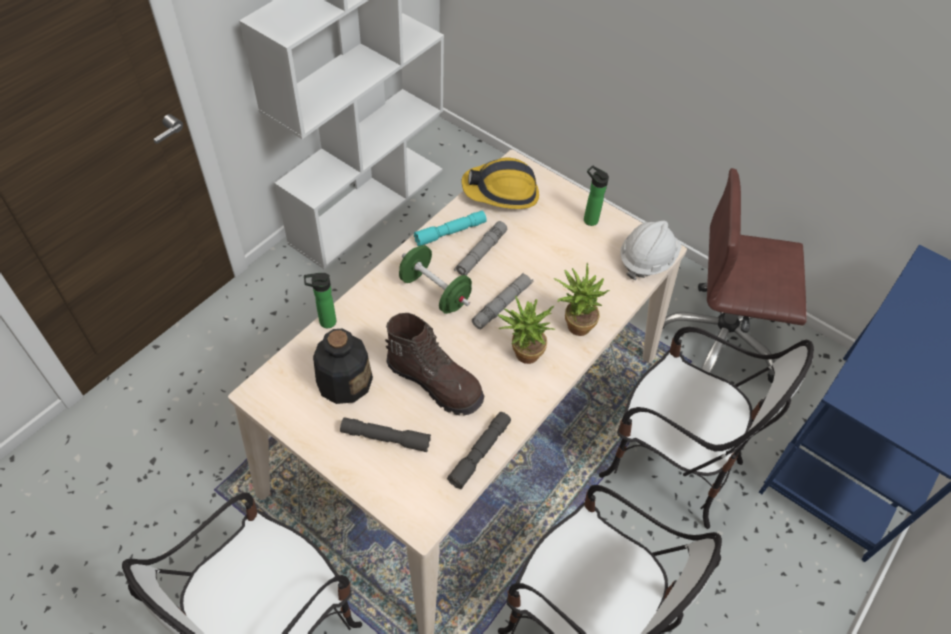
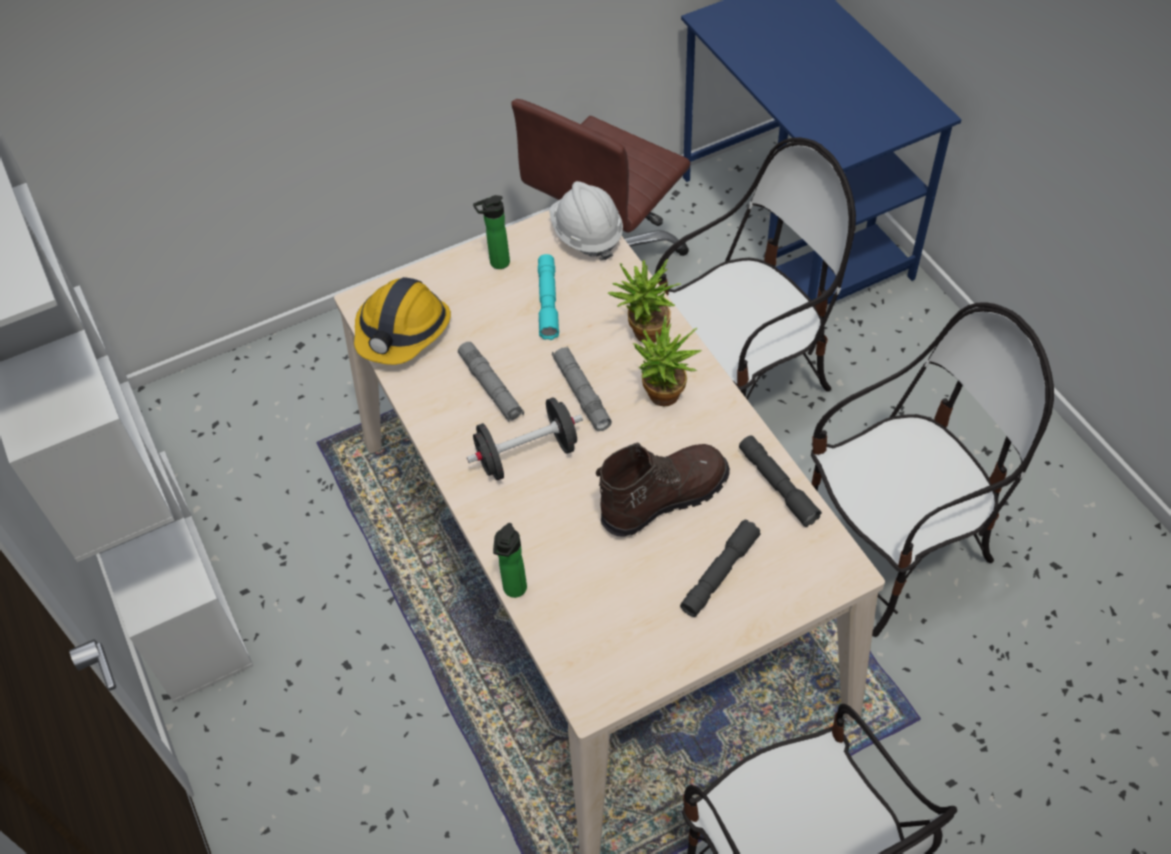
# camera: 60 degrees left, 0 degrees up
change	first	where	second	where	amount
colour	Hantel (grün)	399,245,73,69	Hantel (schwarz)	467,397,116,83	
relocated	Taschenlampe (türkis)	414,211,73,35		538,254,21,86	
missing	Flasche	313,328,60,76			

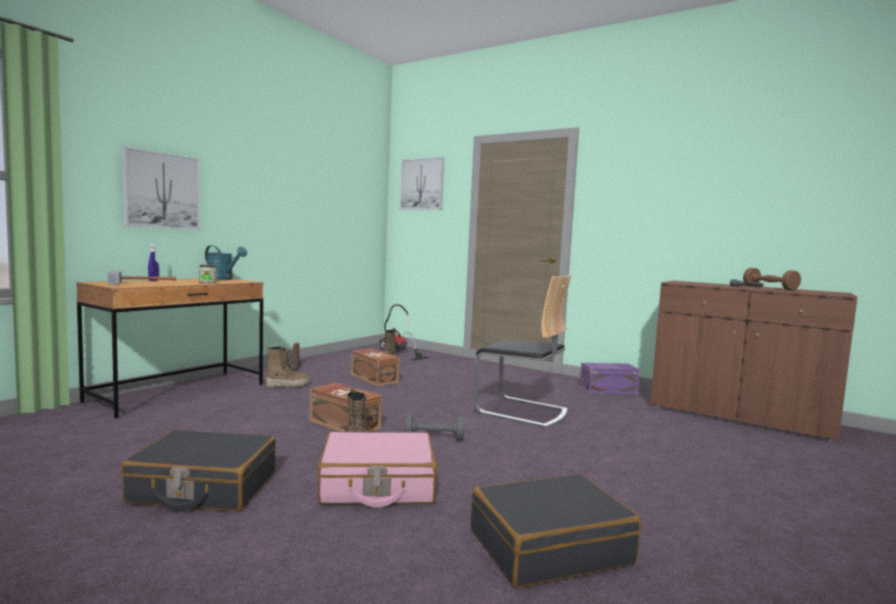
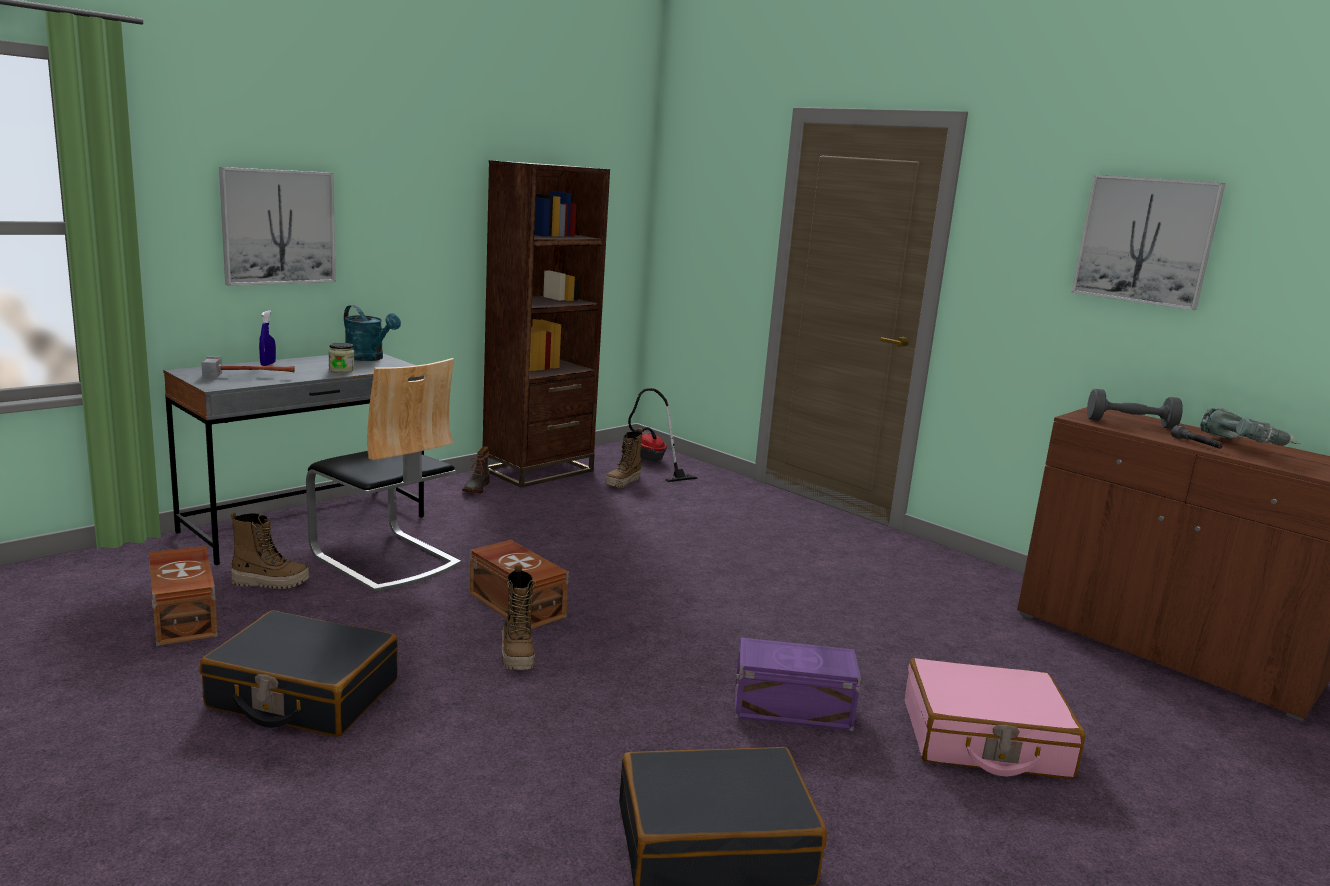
# camera: 10 degrees right, 10 degrees up
change	first	where	second	where	amount
relocated	Aufbewahrungsbox (braun)	351,349,49,37		149,546,69,100	
colour	Schreibtisch (braun)	76,279,188,140	Schreibtisch (grau)	163,354,261,211	
relocated	Stiefel	266,346,43,41		231,512,79,77	
relocated	Stuhl	473,274,99,154		306,358,155,234	
appeared			Bücherregal (braun)	483,160,127,328	
relocated	Aufbewahrungsbox (lila)	579,363,61,31		735,638,126,93	
relocated	Koffer (rosa)	317,432,120,75		905,658,180,121	
relocated	Bild	400,157,44,53		1071,175,155,135	
relocated	Hantel (grau)	404,414,60,27		1087,389,96,40	
exchanged	Hantel (braun)	743,268,58,23	Bohrmaschine	1200,408,100,38	

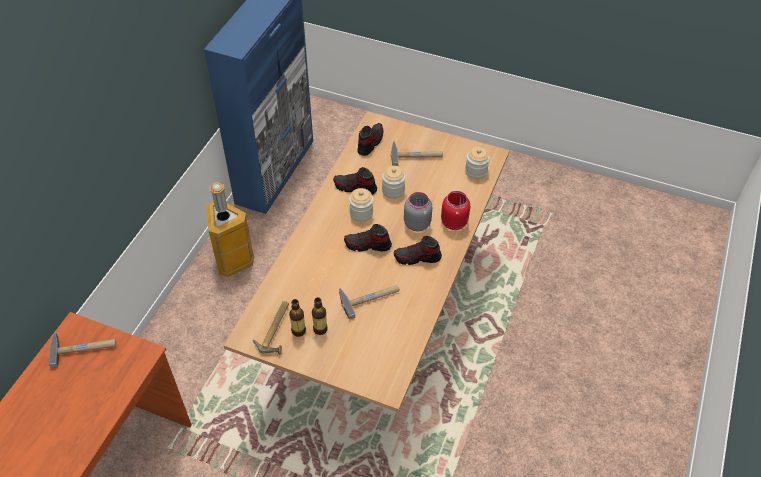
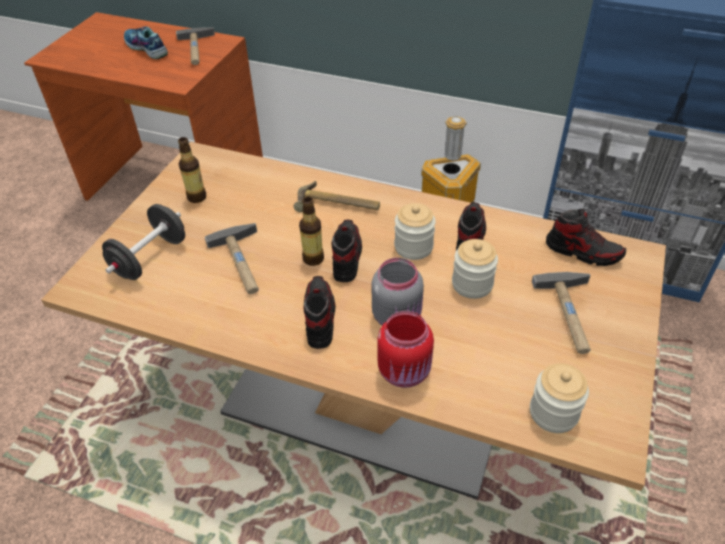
# camera: 90 degrees right, 5 degrees down
change	first	where	second	where	amount
appeared			Hantel (schwarz)	102,204,83,76	
appeared			Schuh	124,26,44,33	
relocated	Hammer	253,301,36,54		294,181,86,31	
relocated	Flasche	312,297,16,38		299,197,25,69	

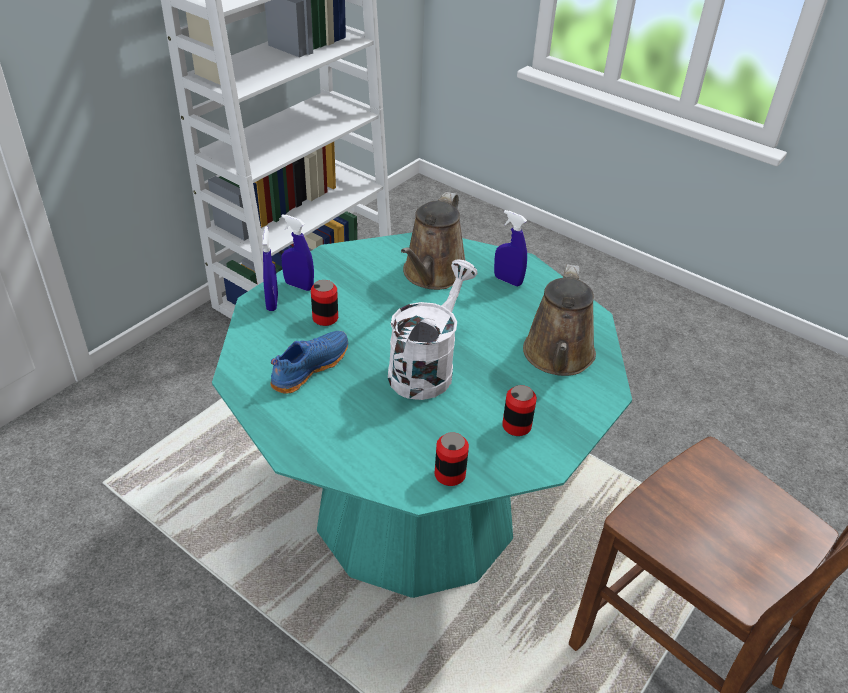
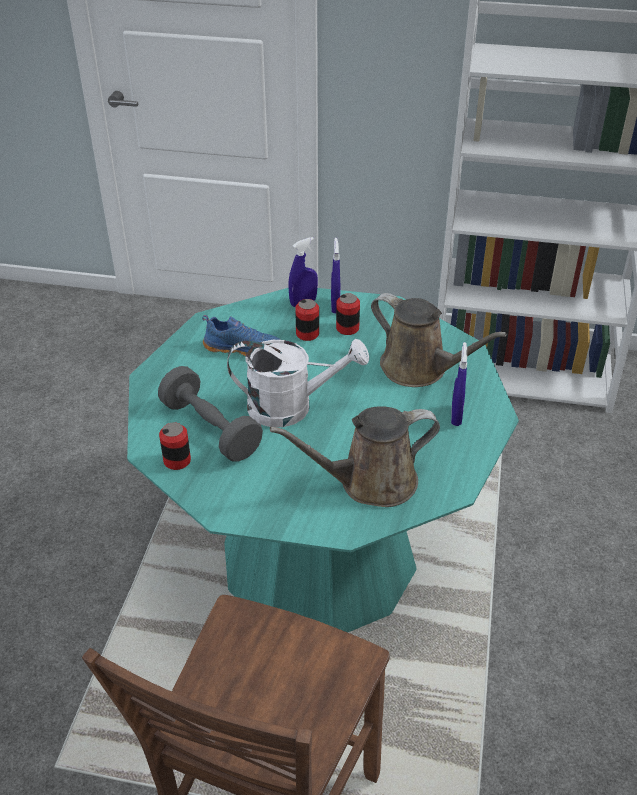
# camera: 65 degrees right, 0 degrees up
change	first	where	second	where	amount
appeared			Hantel (grau)	158,366,105,96	
relocated	Dose	502,385,35,51		336,293,24,42	
spun	Gießkanne (braun)	401,192,64,98		371,293,137,94	135 degrees counterclockwise

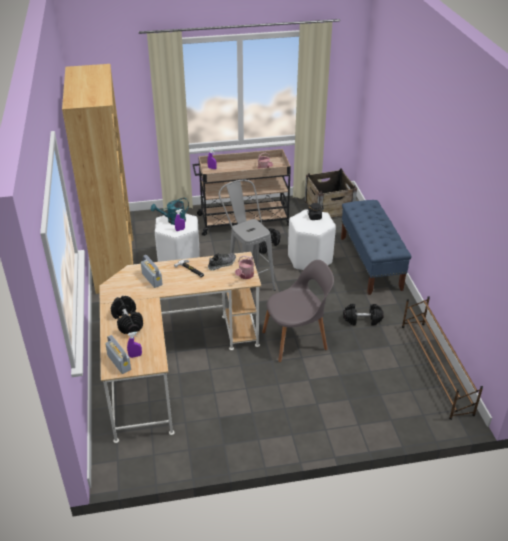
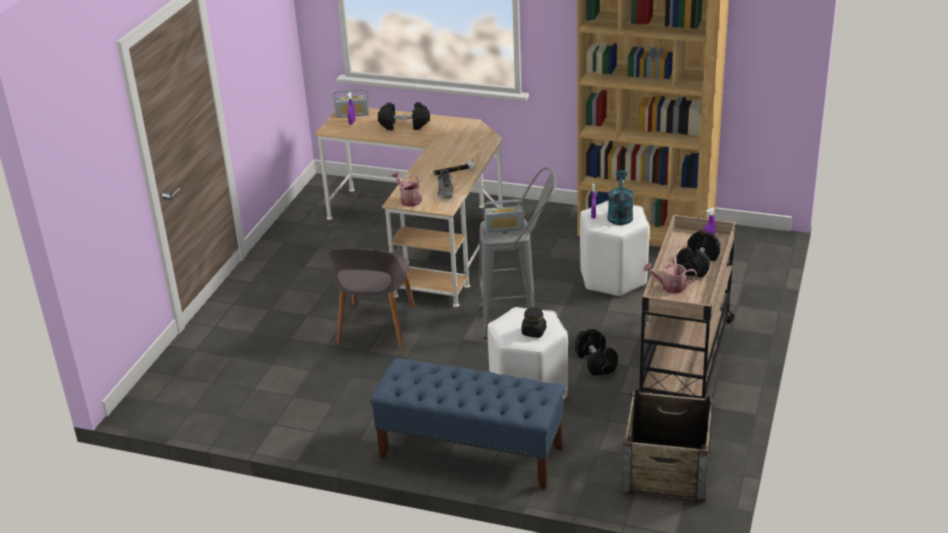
# camera: 120 degrees right, 5 degrees down
change	first	where	second	where	amount
relocated	Radio	141,255,22,33		484,199,41,33	
relocated	Hantel (schwarz)	343,304,41,22		677,230,43,48	
missing	Schuhregal (braun)	402,296,81,124			

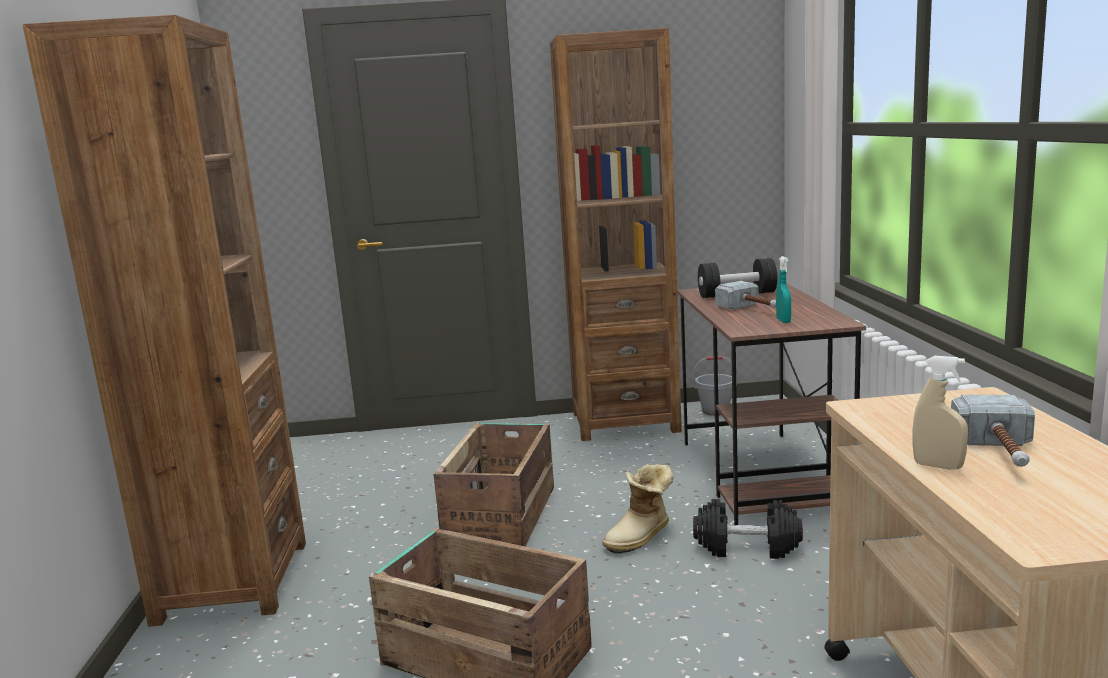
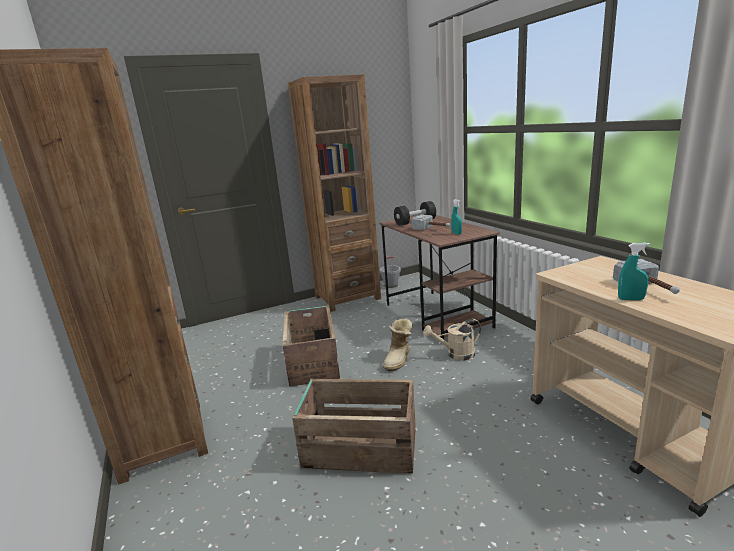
# camera: 20 degrees left, 5 degrees up
change	first	where	second	where	amount
exchanged	Hantel (schwarz)	693,499,110,60	Gießkanne (beige)	423,319,58,41	
colour	Sprühflasche (beige)	913,356,55,114	Sprühflasche (türkis)	618,243,32,57	

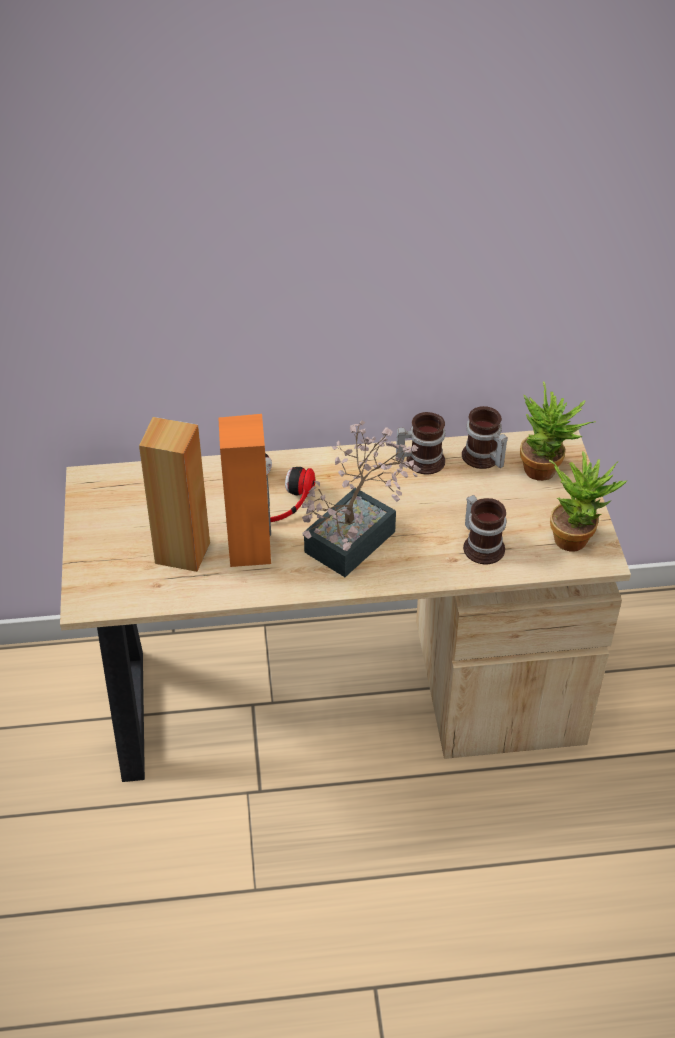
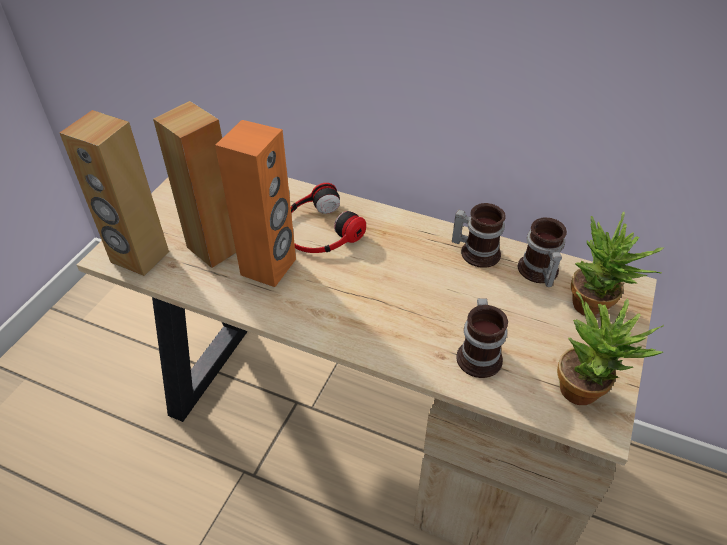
# camera: 30 degrees right, 0 degrees up
change	first	where	second	where	amount
appeared			Lautsprecher (braun)	60,110,109,166	
missing	Topfpflanze	302,421,119,156			

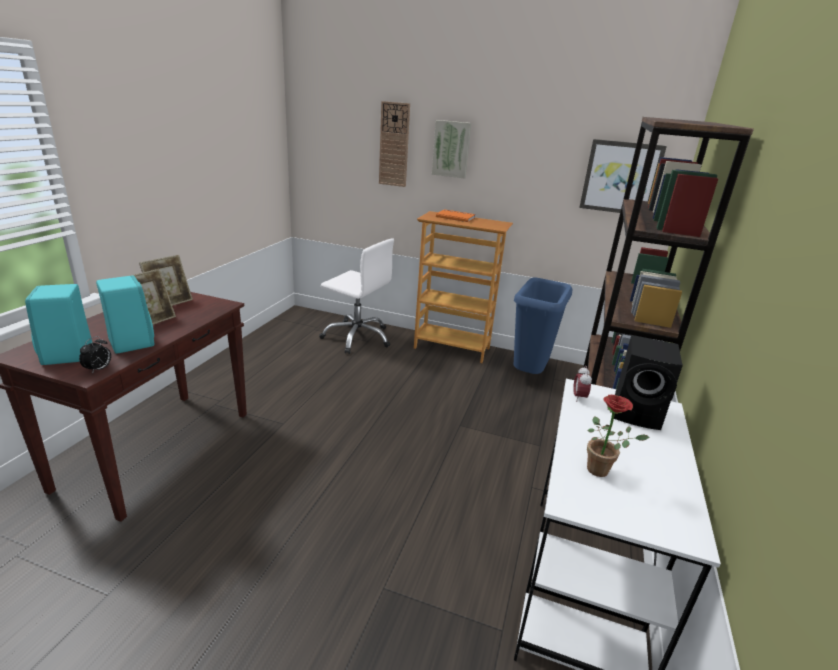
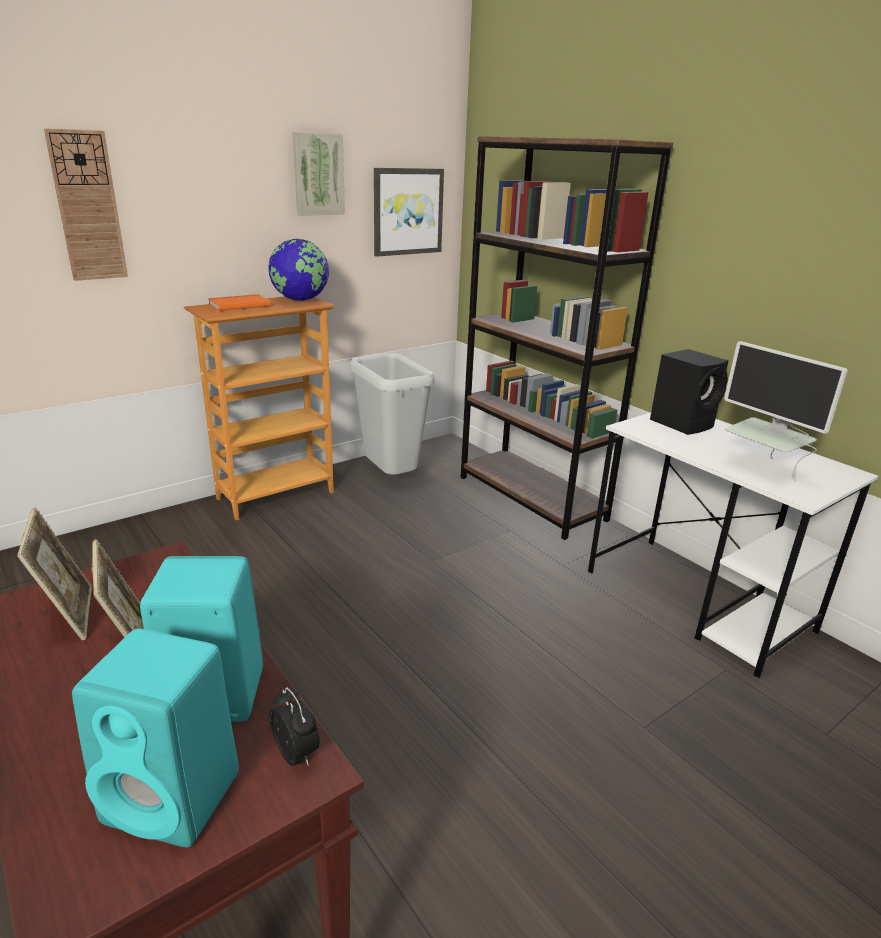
# camera: 55 degrees left, 0 degrees up
change	first	where	second	where	amount
appeared			Globus	268,239,61,62	
relocated	Bild	432,120,39,59		293,132,52,84	
colour	Mülleimer (blau)	514,278,59,96	Mülleimer (grau)	350,353,85,122	
exchanged	Topfpflanze	587,395,63,82	Monitor	724,341,124,140	
missing	Bürostuhl (weiß)	319,238,75,116			
missing	Wecker	573,366,19,36			

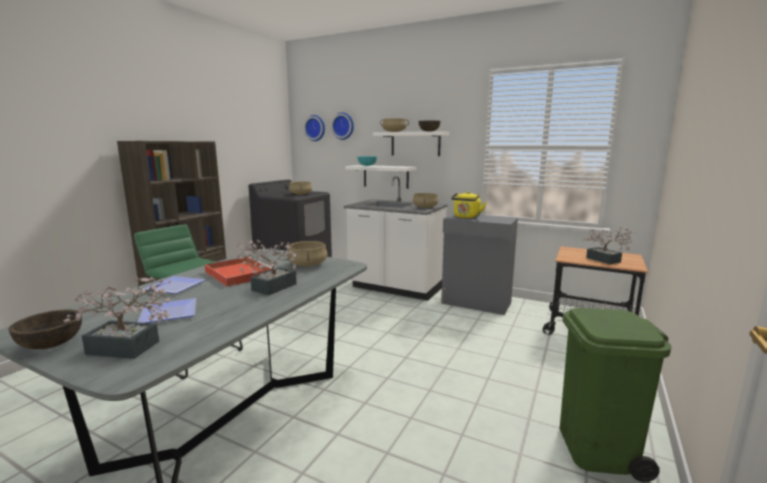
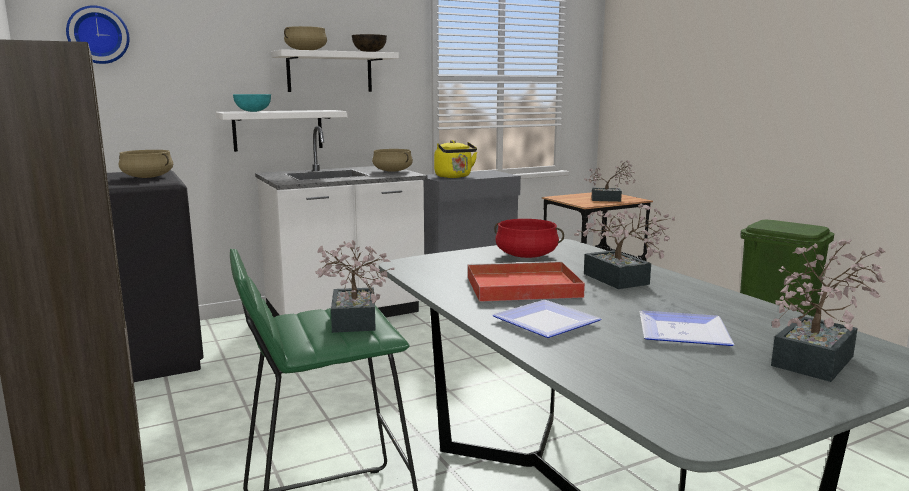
# camera: 55 degrees left, 0 degrees up
change	first	where	second	where	amount
appeared			Topfpflanze	315,240,79,93	
colour	Kochtopf (beige)	287,241,41,25	Kochtopf (rot)	494,219,70,39	
missing	Schüssel (braun)	8,309,74,40			
missing	Wanduhr	331,112,23,28			

